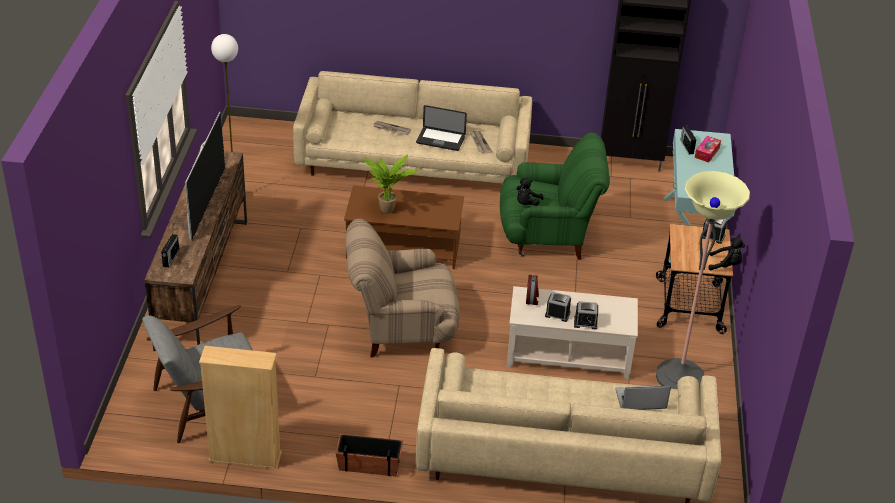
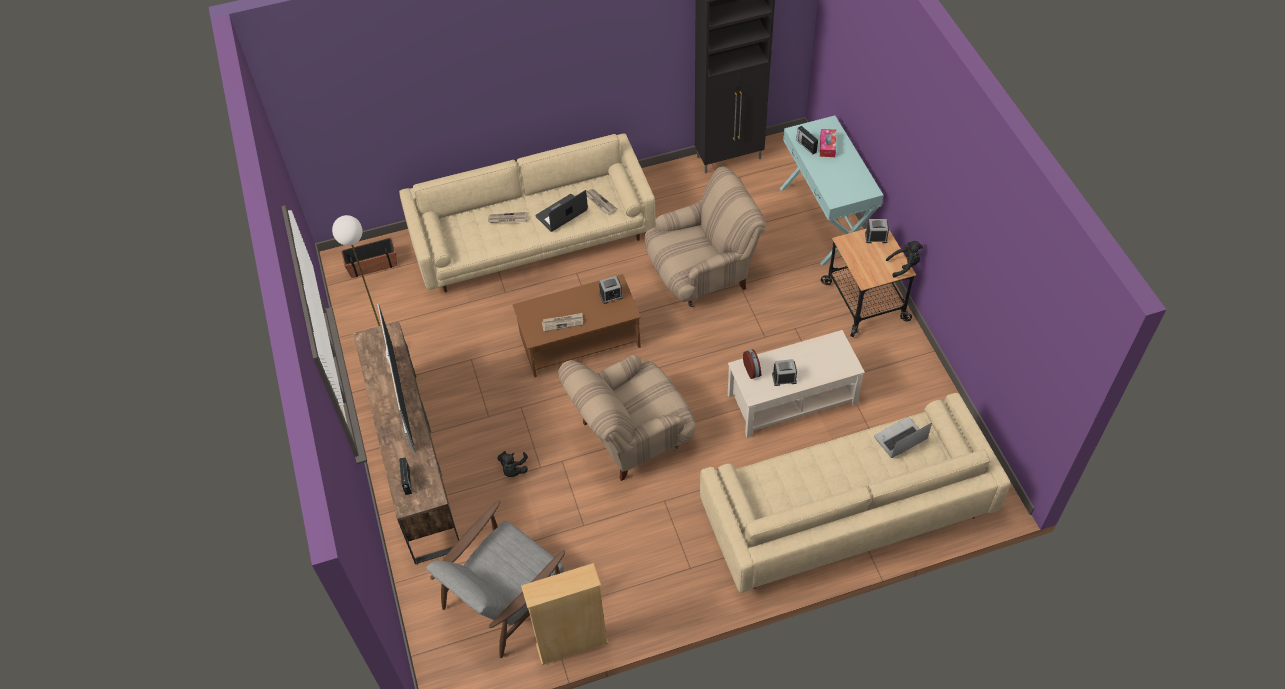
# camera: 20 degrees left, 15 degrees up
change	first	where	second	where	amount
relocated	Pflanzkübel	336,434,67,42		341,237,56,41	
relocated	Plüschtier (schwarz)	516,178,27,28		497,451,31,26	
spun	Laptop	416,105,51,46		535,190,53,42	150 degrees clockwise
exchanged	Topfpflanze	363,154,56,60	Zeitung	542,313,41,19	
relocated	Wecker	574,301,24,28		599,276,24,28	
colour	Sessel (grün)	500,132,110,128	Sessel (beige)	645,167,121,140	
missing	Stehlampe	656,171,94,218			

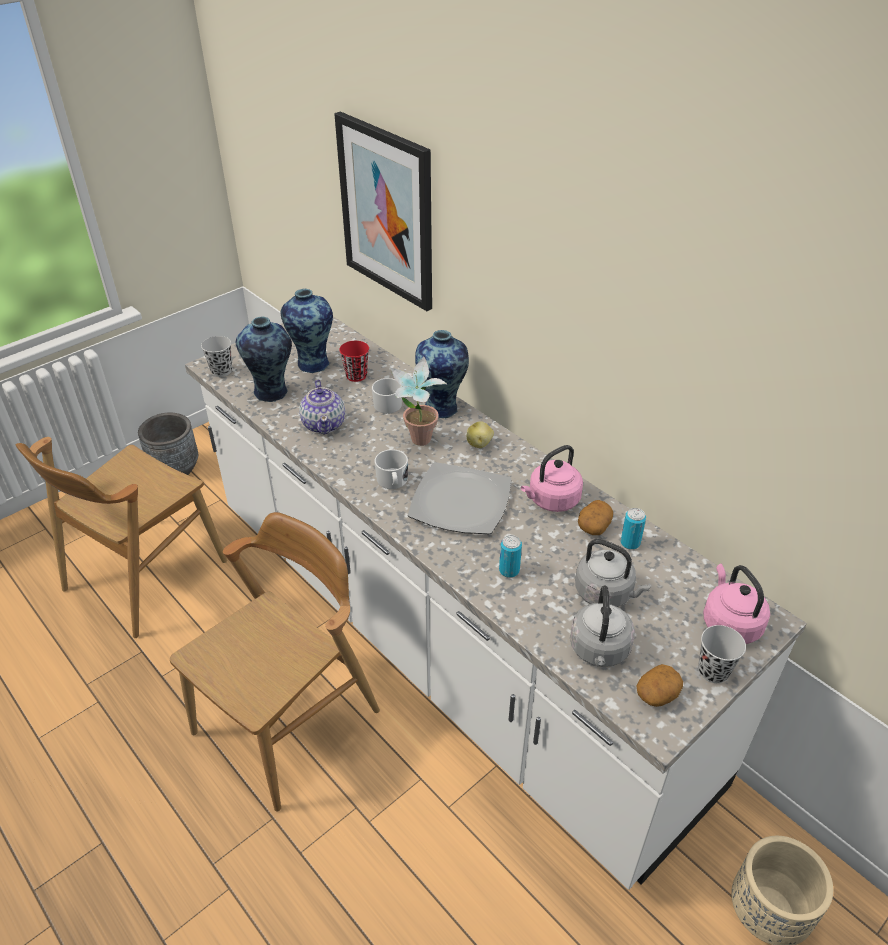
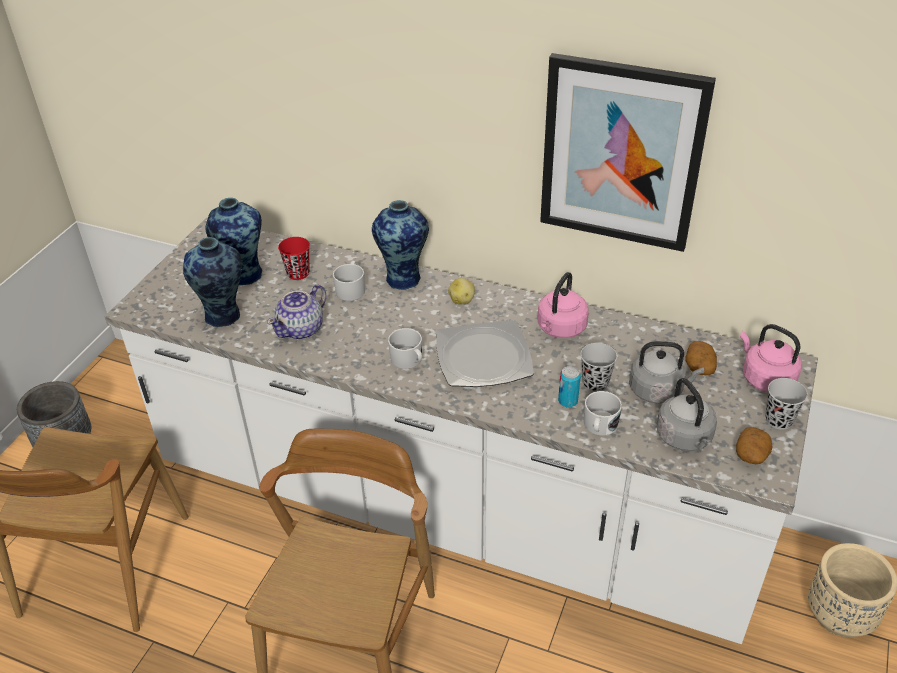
# camera: 25 degrees left, 0 degrees up
change	first	where	second	where	amount
spun	Teekanne	299,380,46,55		267,285,60,55	75 degrees clockwise
relocated	Bild	334,111,98,200		540,53,176,199	
relocated	Tasse (schwarz)	201,336,31,41		581,343,36,49	
appeared			Henkelbecher (weiß)	584,391,38,45	
relocated	Kartoffel	578,500,35,35		685,341,32,34	
missing	Topfpflanze	390,356,58,90			
missing	Dose	621,508,25,42			

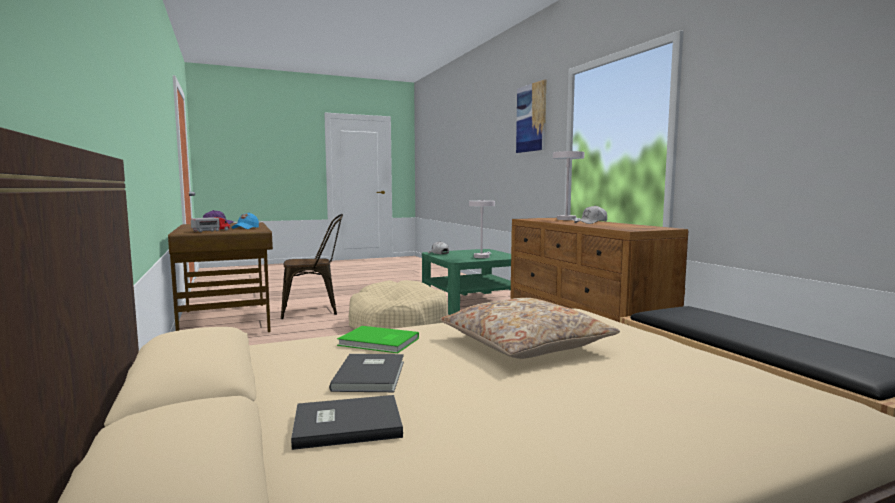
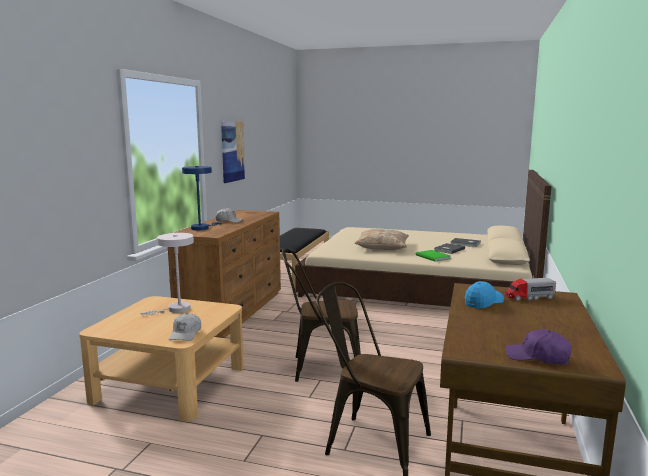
# camera: 140 degrees left, 5 degrees up
change	first	where	second	where	amount
colour	Couchtisch (grün)	422,249,89,66	Couchtisch (beige)	79,296,165,125	
colour	Tischlampe (weiß)	553,151,32,70	Tischlampe (blau)	182,166,40,64	
relocated	Bild	516,79,30,74		221,121,24,62	
exchanged	Hundebett (beige)	349,280,99,50	Stuhl (braun)	282,248,79,134	

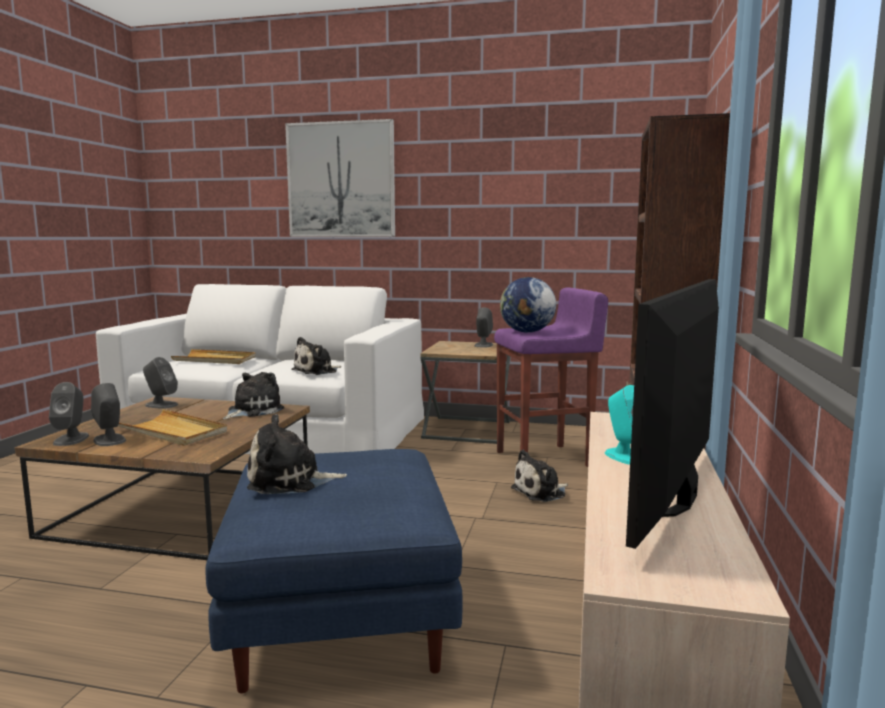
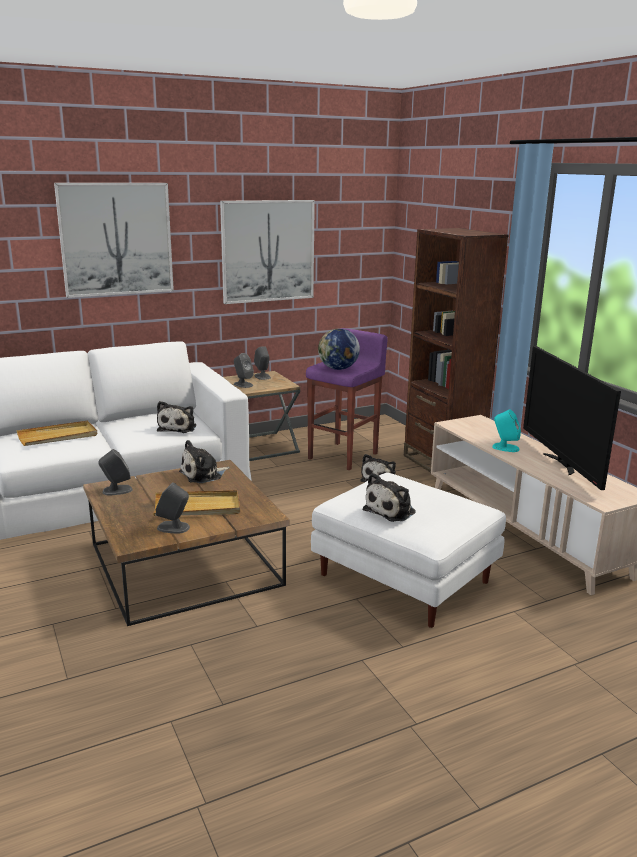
# camera: 40 degrees left, 10 degrees up
change	first	where	second	where	amount
spun	Plüschtier	223,372,61,48		179,440,51,43	120 degrees counterclockwise
appeared			Bild	220,200,95,104	
relocated	Lautsprecher (grau)	49,382,40,64		234,353,20,35	
colour	Polsterhocker (blau)	206,449,257,245	Polsterhocker (weiß)	311,473,195,155	

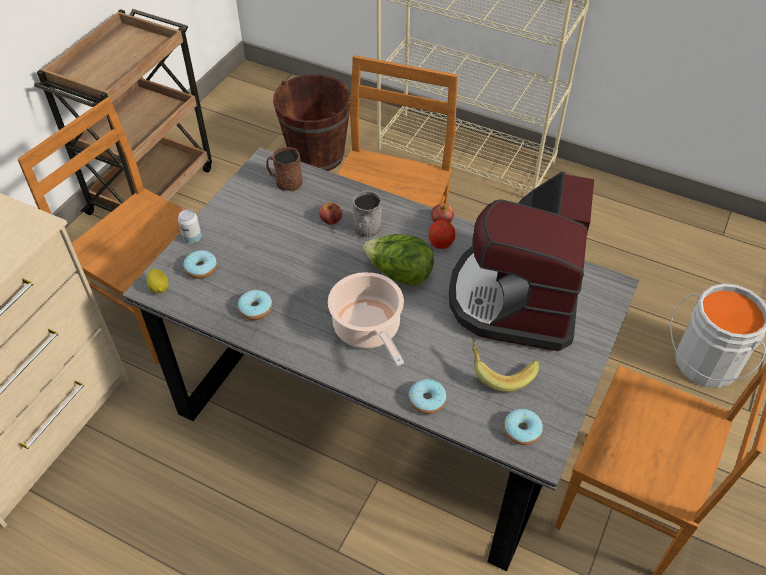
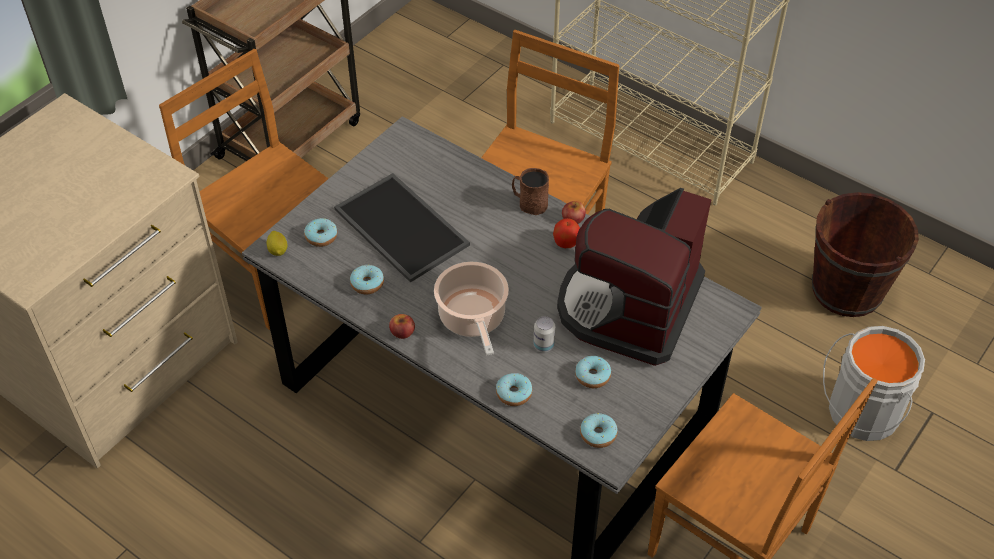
# camera: 10 degrees right, 0 degrees up
change	first	where	second	where	amount
appeared			Tablett	334,173,136,110	
relocated	Apfel	319,203,23,22		389,314,26,25	
relocated	Henkelbecher (braun)	266,147,37,44		512,168,37,47	
relocated	Dose	178,209,24,34		533,316,22,36	
exchanged	Banane	472,338,67,54	Donut	575,356,36,32	
relocated	Eimer (braun)	273,75,78,96		812,192,107,125	
missing	Henkelbecher (grau)	353,191,29,47			
missing	Salatkopf	363,234,71,52			

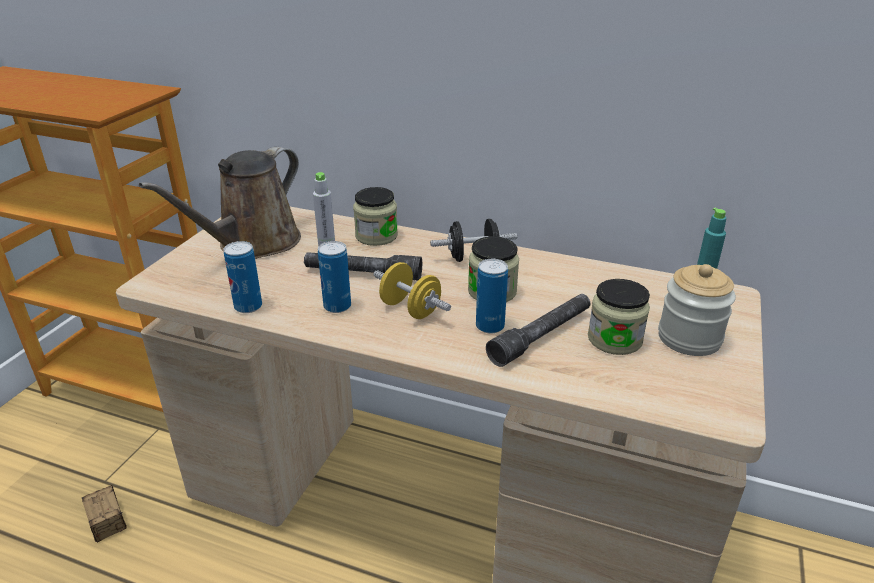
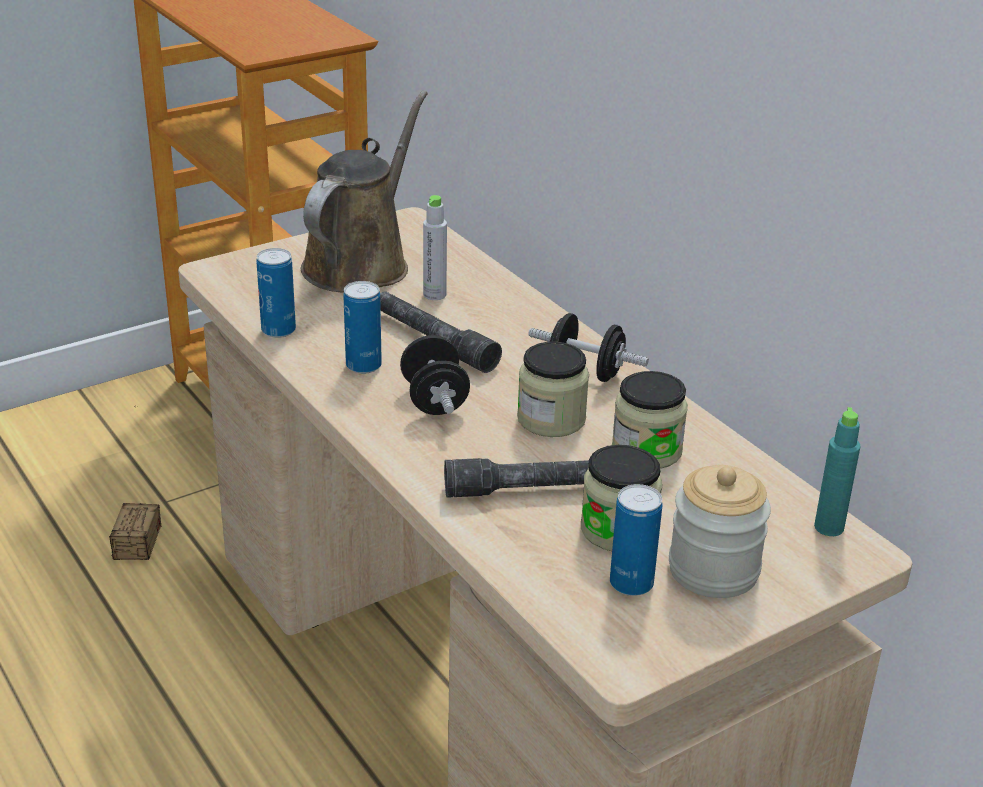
# camera: 35 degrees right, 0 degrees up
change	first	where	second	where	amount
spun	Gießkanne (braun)	139,147,162,112		301,91,127,202	135 degrees clockwise
colour	Hantel (gelb)	374,262,77,57	Hantel (schwarz)	400,335,70,80	
relocated	Dose	476,259,32,75		610,484,53,112	
relocated	Vorratsglas	353,187,45,59		612,371,76,98	

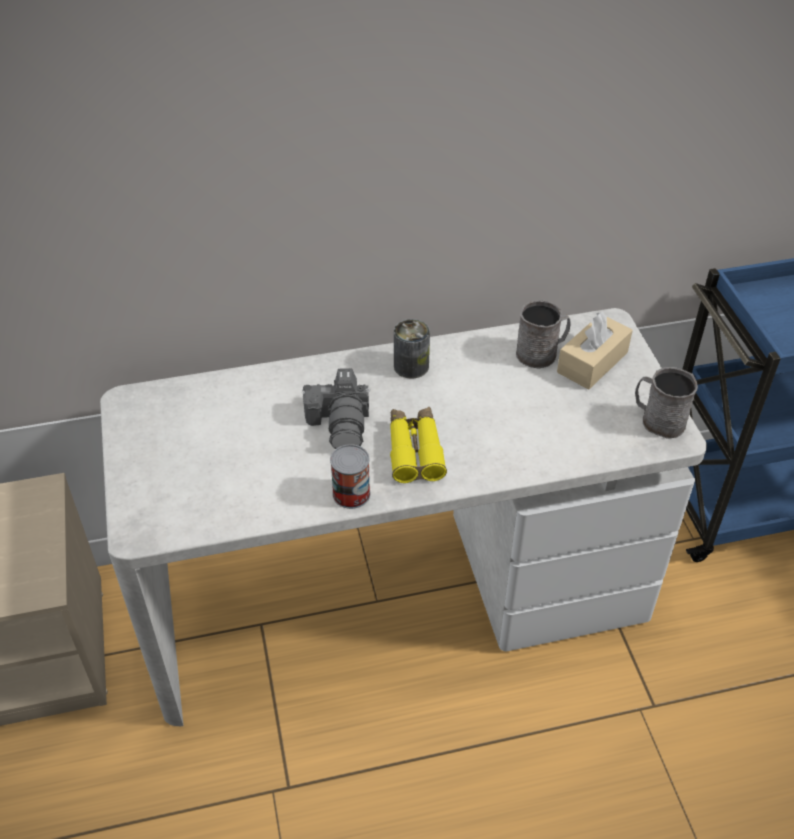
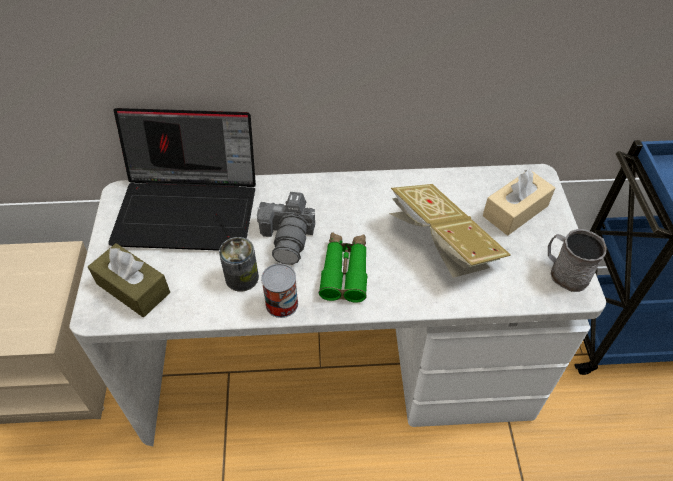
# camera: 10 degrees right, 5 degrees up
change	first	where	second	where	amount
appeared			Taschentuchbox (braun)	88,243,82,74	
appeared			Laptop	108,108,148,143	
relocated	Dose	394,319,36,60		219,237,40,55	
colour	Fernglas (gelb)	390,407,57,76	Fernglas (grün)	319,232,49,71	
appeared			Buch	388,184,123,94	
missing	Henkelbecher (grau)	516,300,55,69			

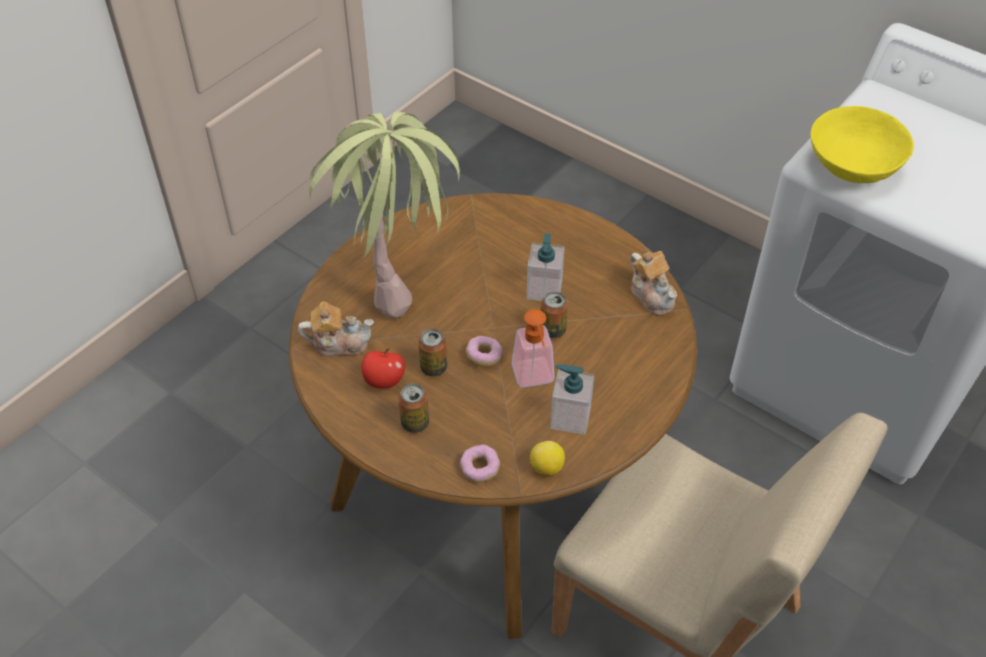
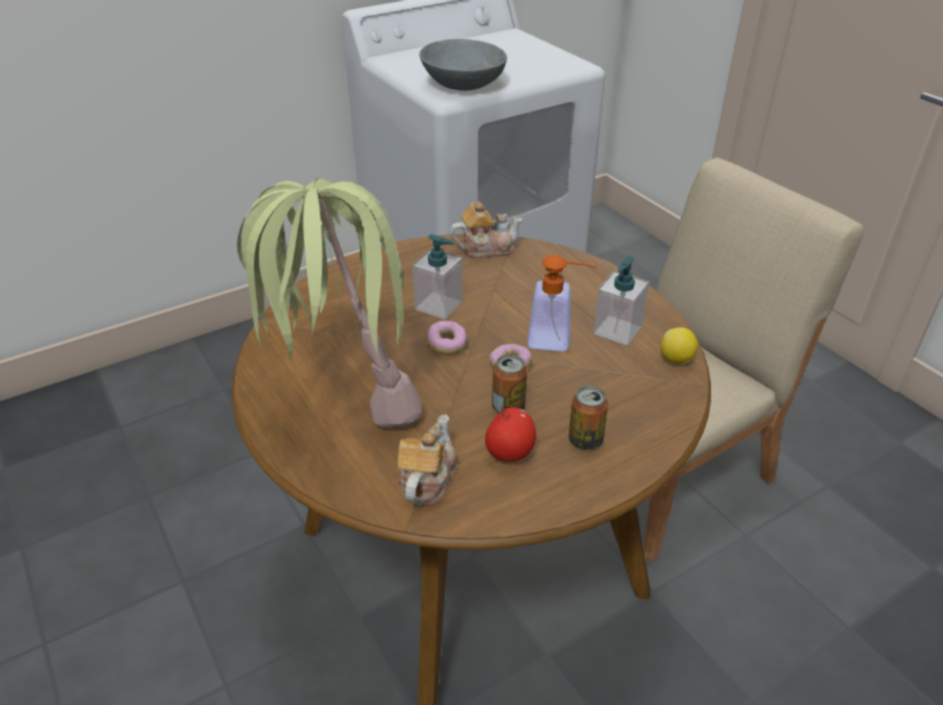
# camera: 70 degrees left, 10 degrees down
change	first	where	second	where	amount
colour	Schüssel (gelb)	810,106,104,77	Schüssel (grau)	419,39,88,52	
relocated	Donut	460,445,40,37		427,321,40,34	
missing	Dose	541,291,27,47			

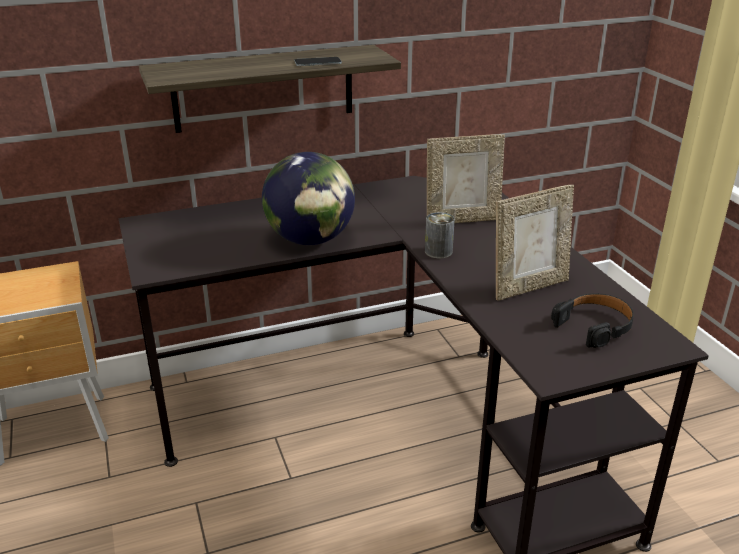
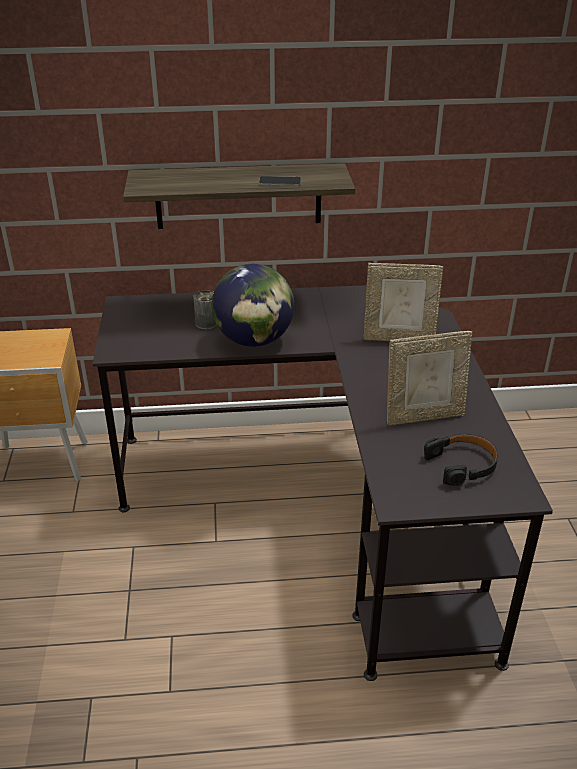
# camera: 15 degrees right, 5 degrees up
change	first	where	second	where	amount
relocated	Dose	425,212,30,46		193,290,24,39	

